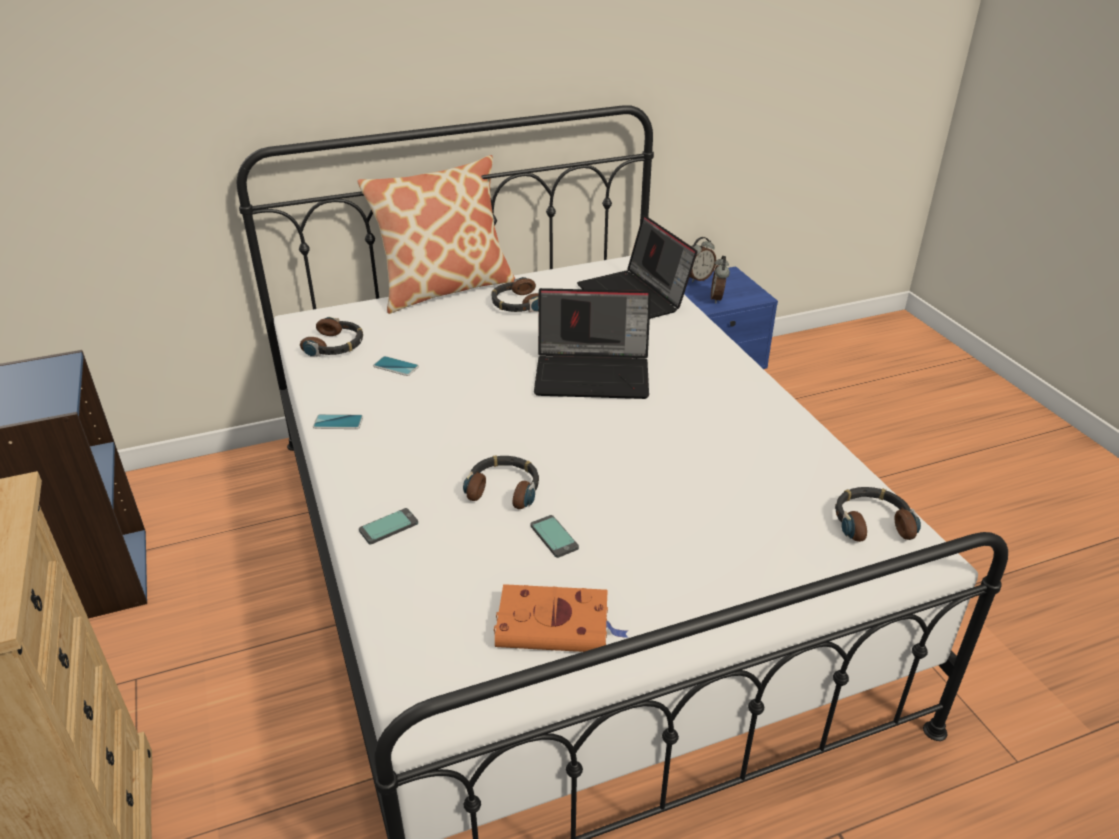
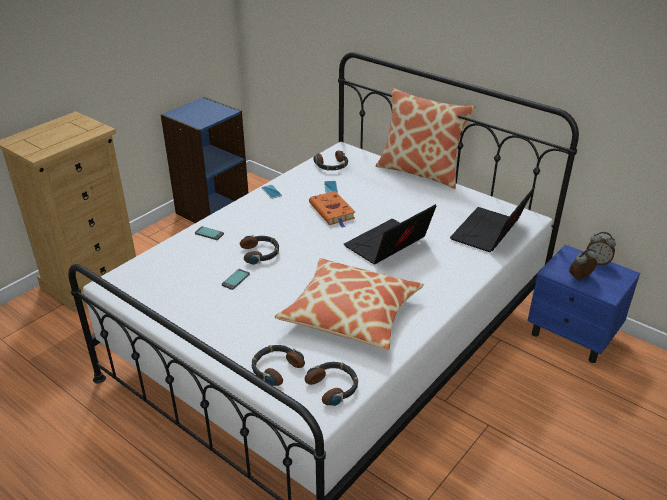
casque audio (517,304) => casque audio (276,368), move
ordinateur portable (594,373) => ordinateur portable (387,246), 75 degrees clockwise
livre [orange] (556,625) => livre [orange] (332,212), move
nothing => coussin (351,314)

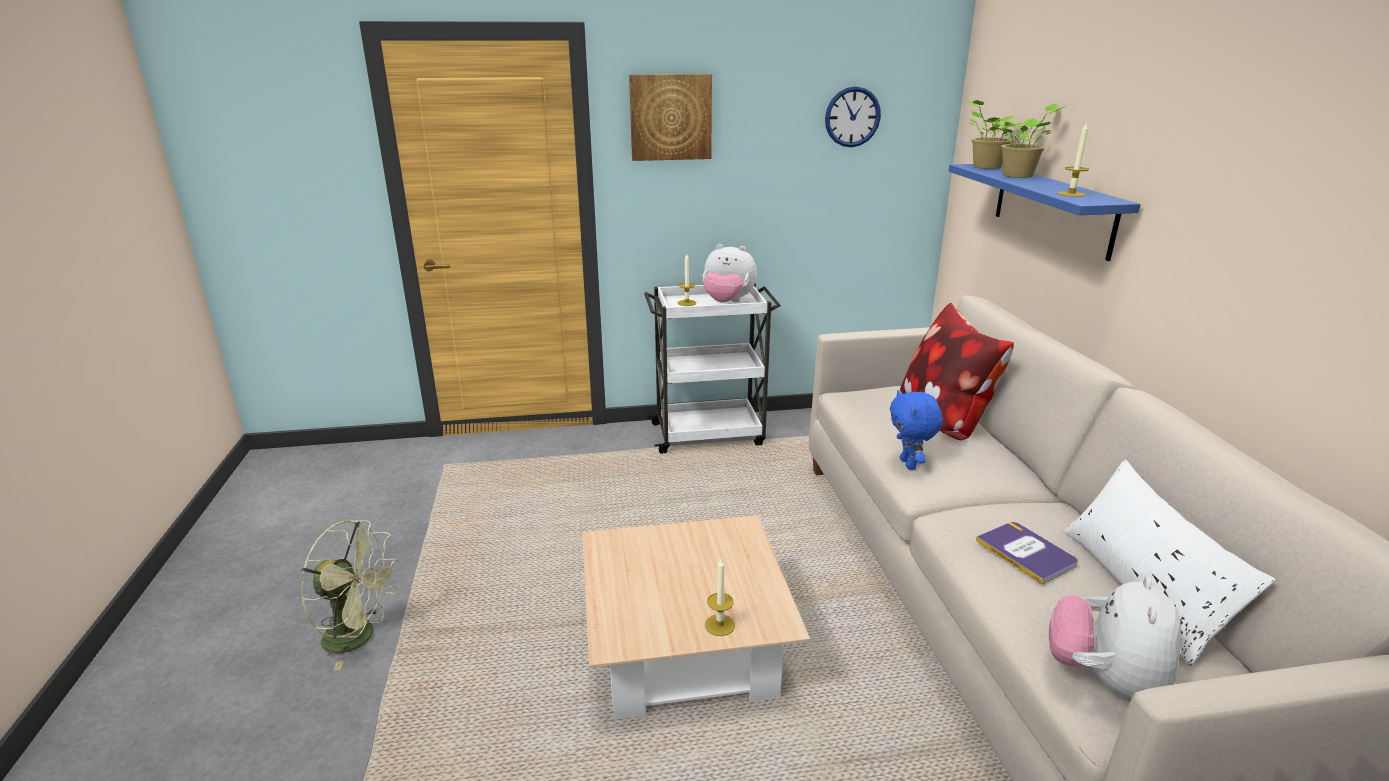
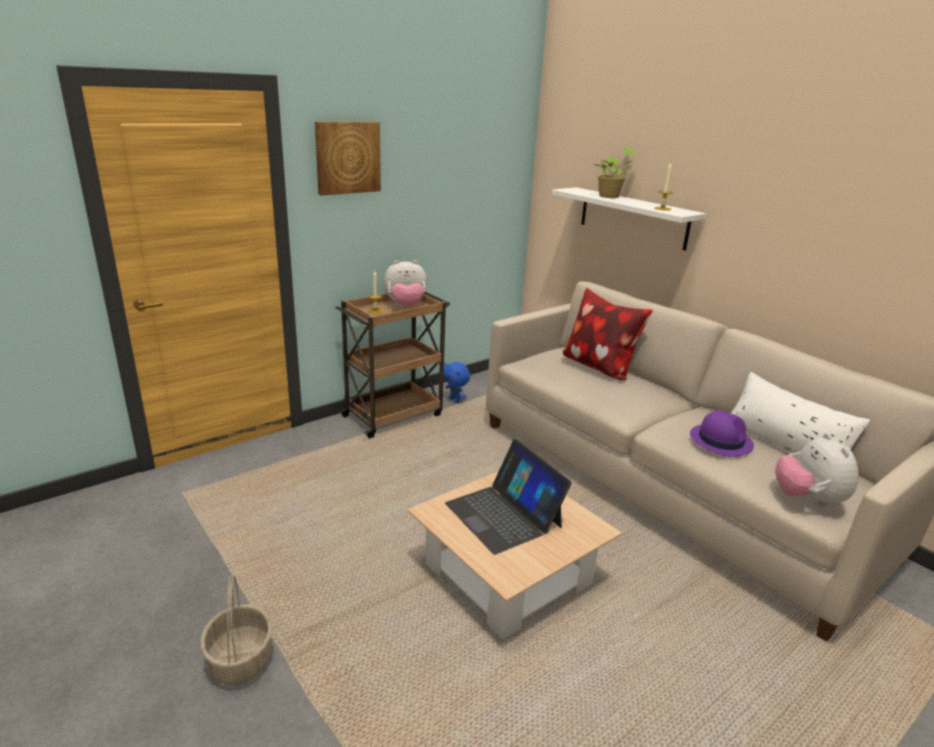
horloge murale (852,117) => nothing
plante en pot (984,167) => nothing
étagère [bleu] (1052,208) => étagère [blanc] (633,217)
chariot [blanc] (709,434) => chariot [marron] (394,415)
peluche [bleu] (909,464) => peluche [bleu] (455,400), move
ventilateur [vert] (360,637) => panier (240,660)
livre (1026,552) => chapeau [violet] (720,440)
bougie (719,625) => nothing
nothing => ordinateur portable (504,514)

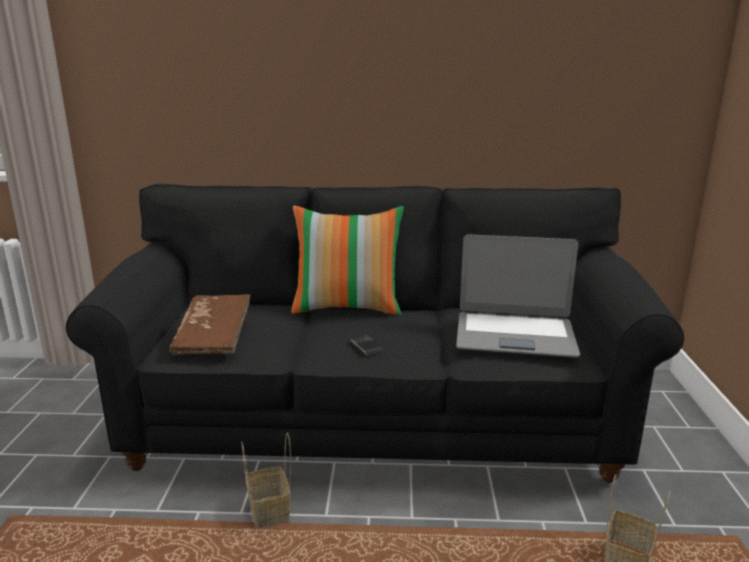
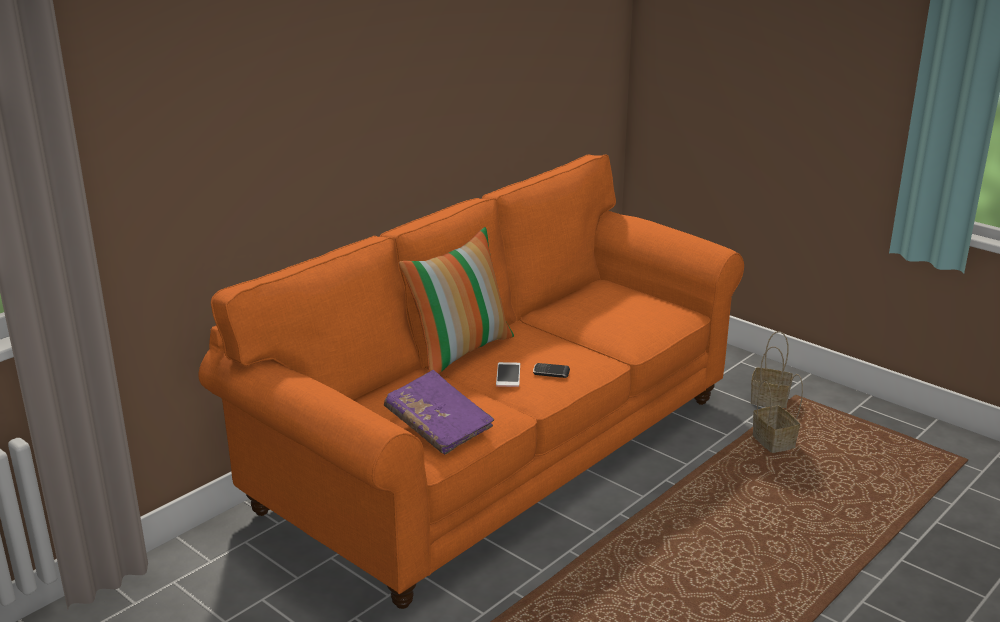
canapé [noir] (374,419) => canapé [orange] (499,454)
ordinateur portable (514,335) => nothing
livre [marron] (214,338) => livre [violet] (438,426)
panier (271,512) => panier (770,400), move
nothing => téléphone (508,375)

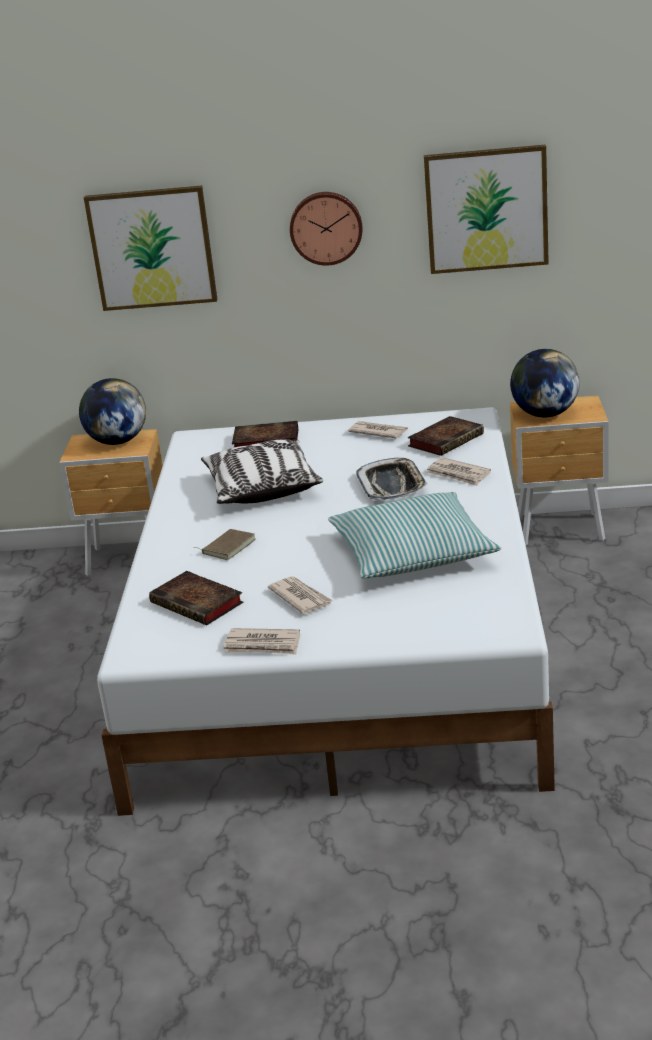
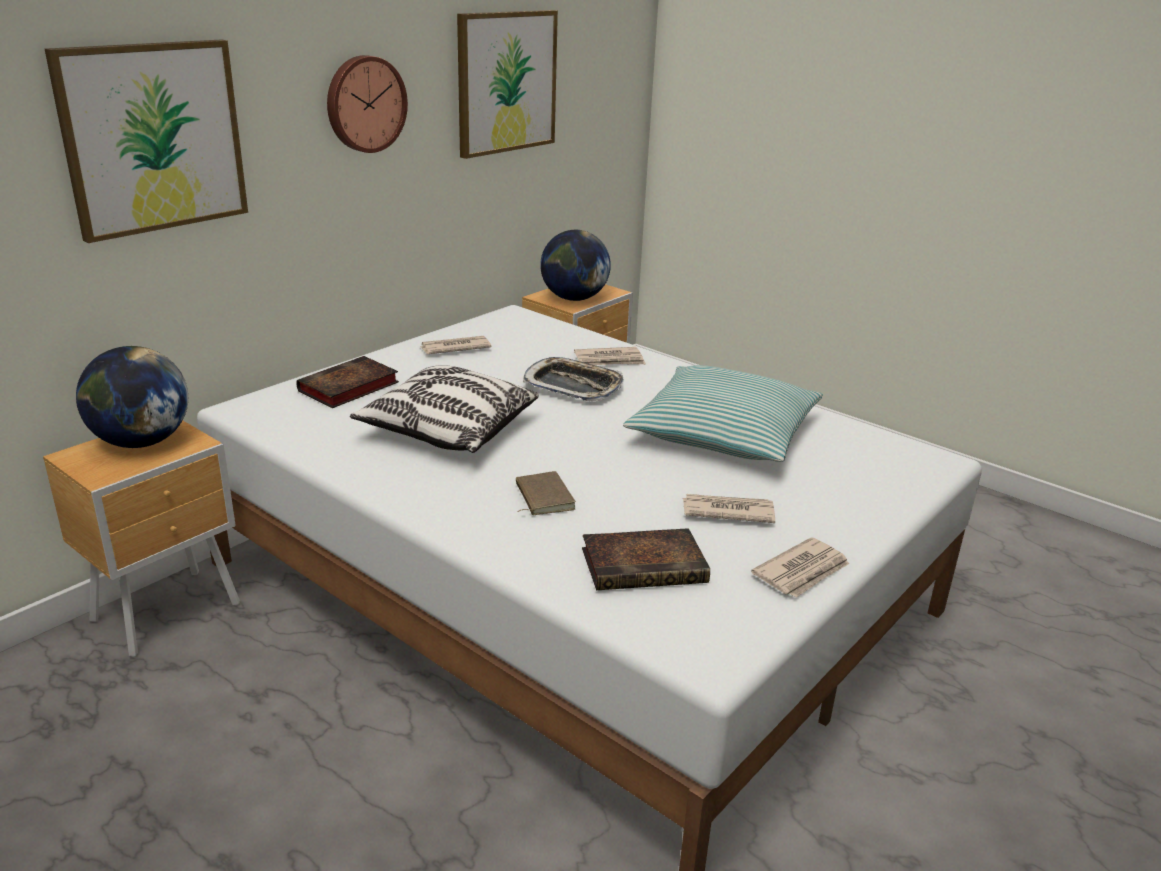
livre (446,440) => nothing

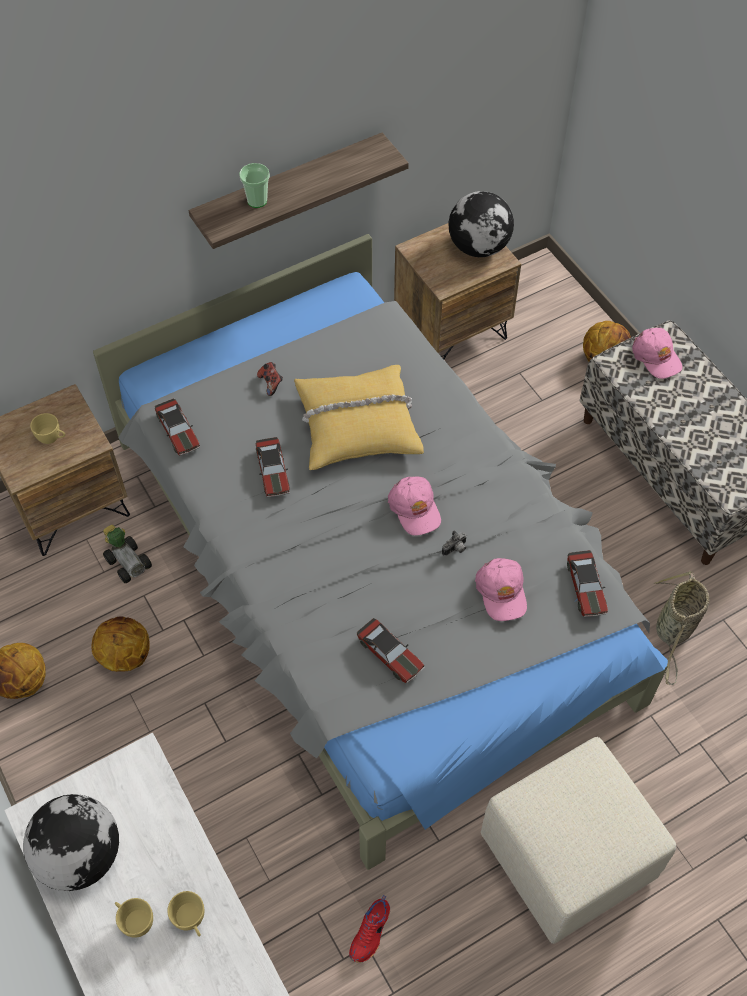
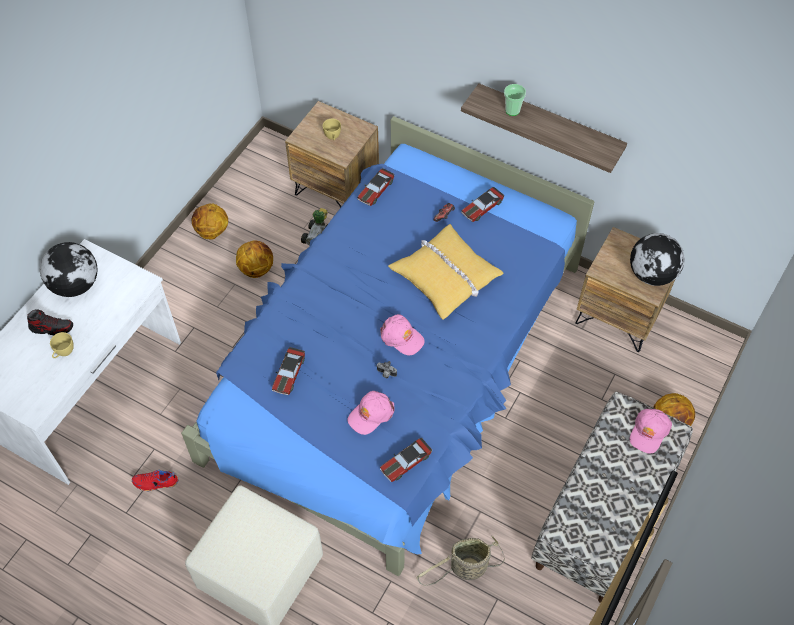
lit [gris] (371,570) => lit [bleu] (394,363)
petite voiture (273,472) => petite voiture (482,208), move
casquette [rose] (415,508) => casquette [rose] (401,337), 90 degrees counterclockwise
tasse [jaune] (135,921) => chaussure (52,328)

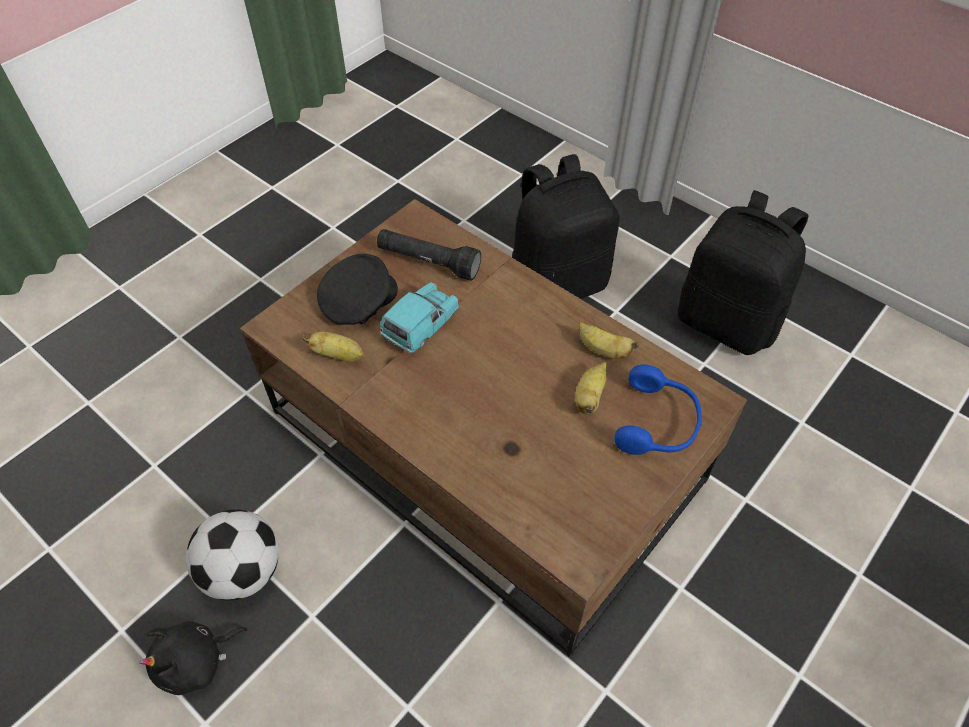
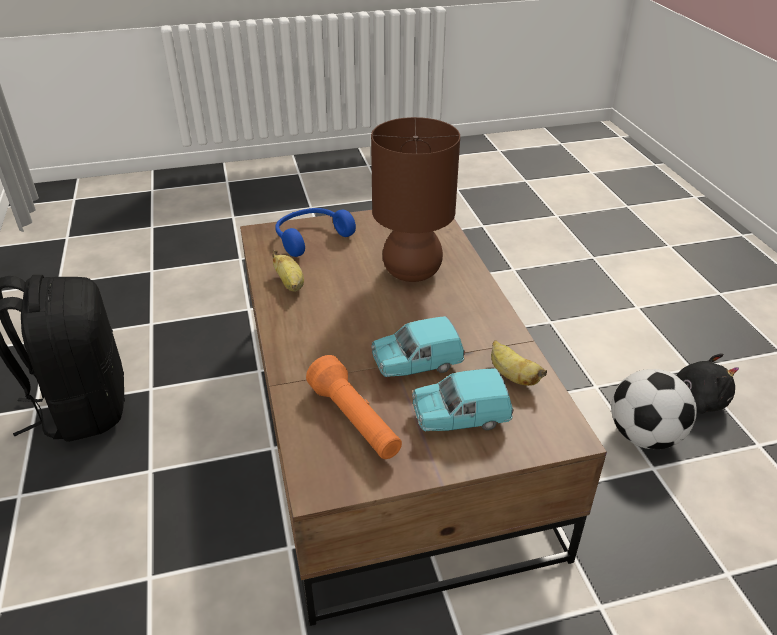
sac à dos [noir] (557,283) => nothing
lampe de poche [noir] (428,262) => lampe de poche [orange] (355,421)
casquette [noir] (358,300) => petite voiture [turquoise] (460,418)
banane (589,397) => nothing
nothing => lampe de table [marron] (412,272)

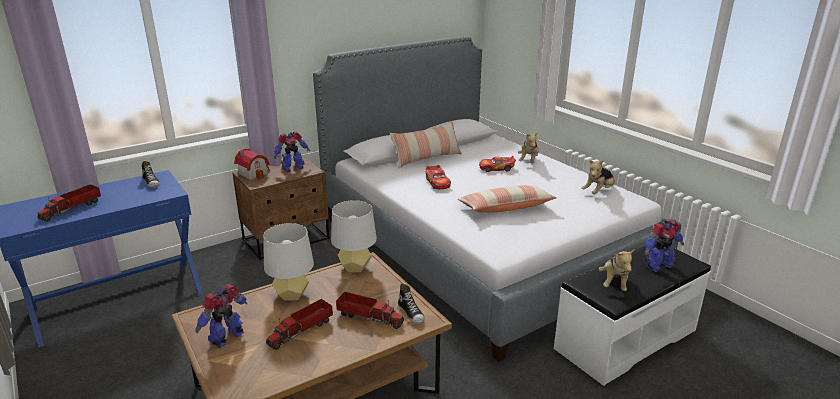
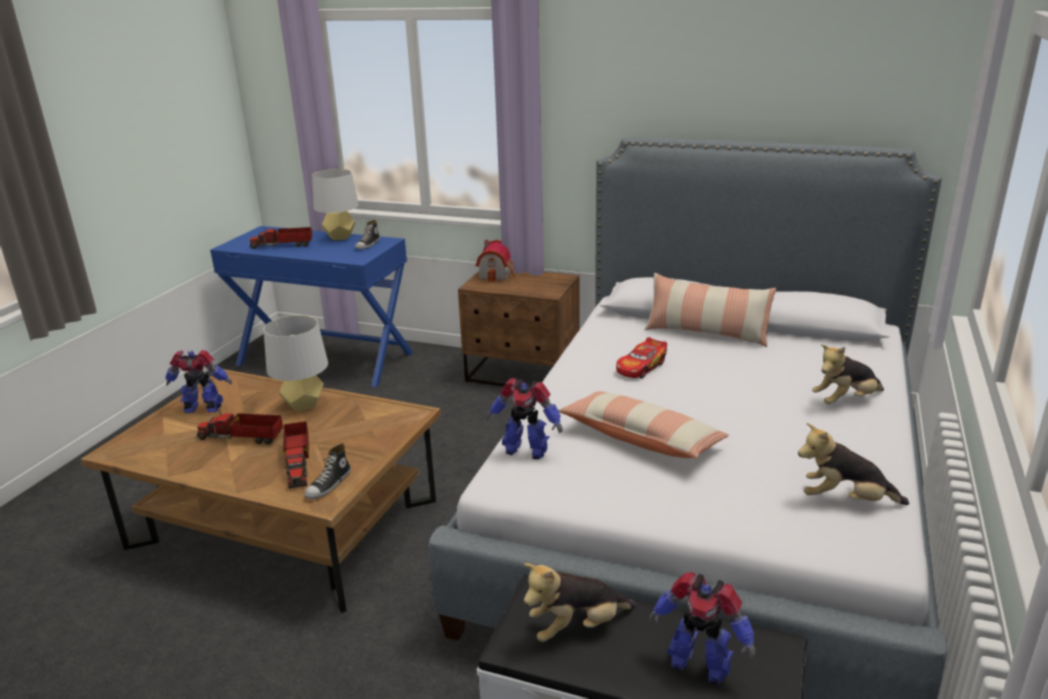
robot jouet (292,168) => robot jouet (526,449), move
petite voiture (497,168) => nothing
lampe de table [gris] (355,267) => lampe de table [gris] (340,237), move

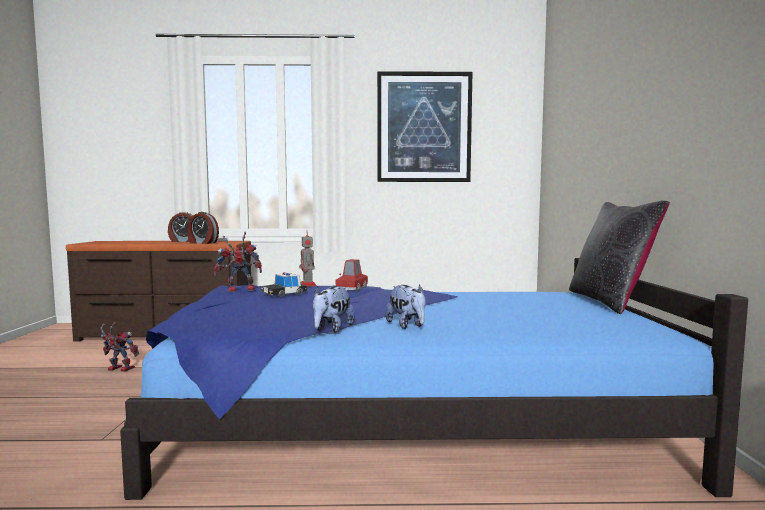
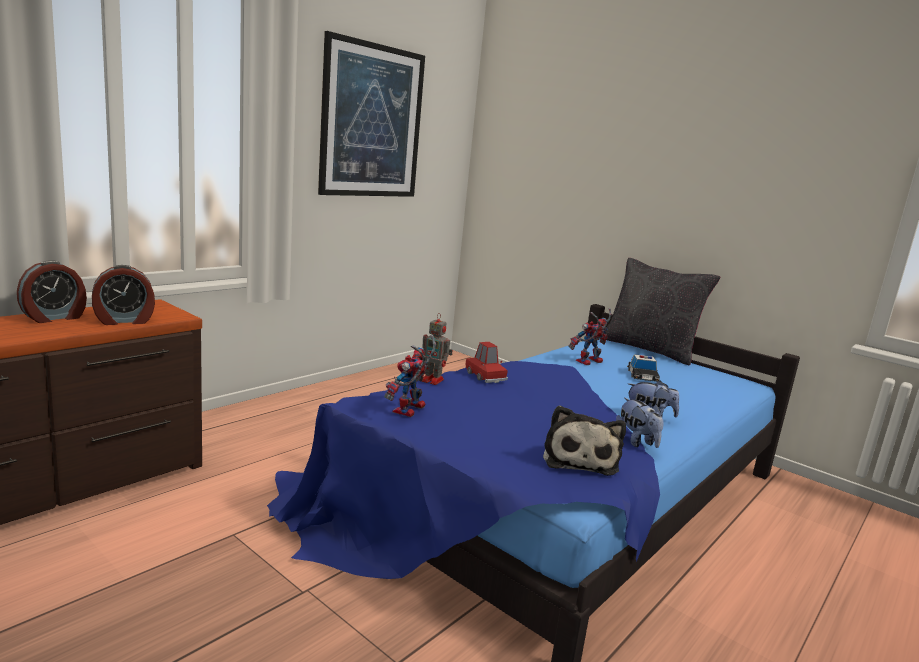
petite voiture (284,293) => petite voiture (642,376), move
robot jouet (118,369) => robot jouet (588,362), move
nothing => peluche (579,458)

